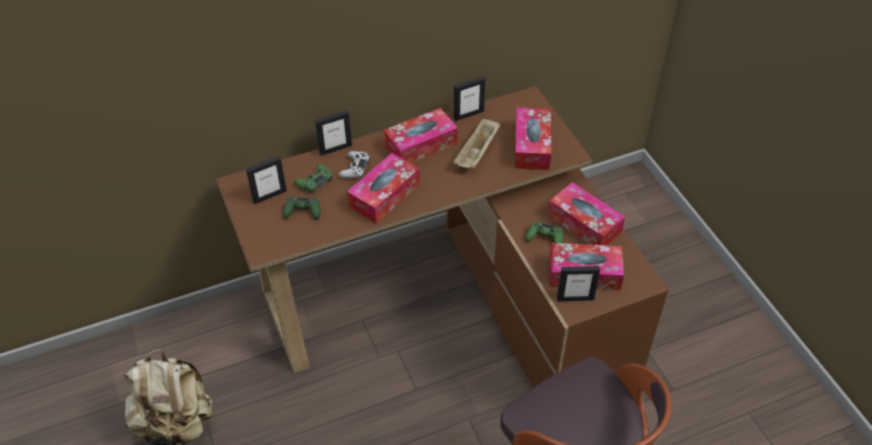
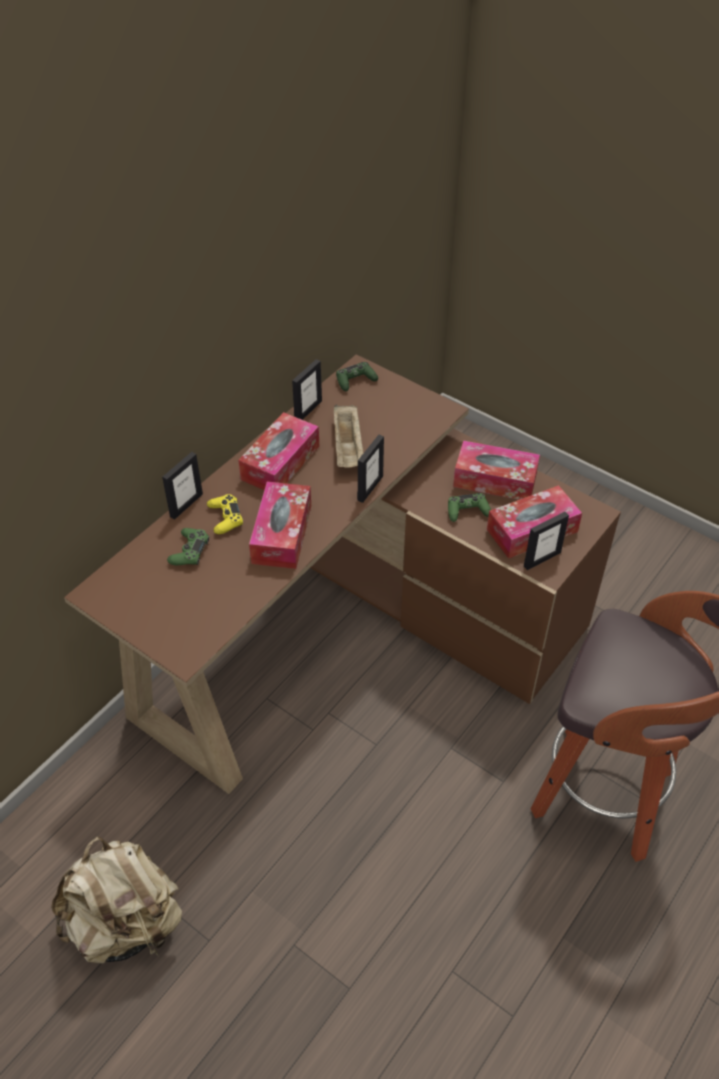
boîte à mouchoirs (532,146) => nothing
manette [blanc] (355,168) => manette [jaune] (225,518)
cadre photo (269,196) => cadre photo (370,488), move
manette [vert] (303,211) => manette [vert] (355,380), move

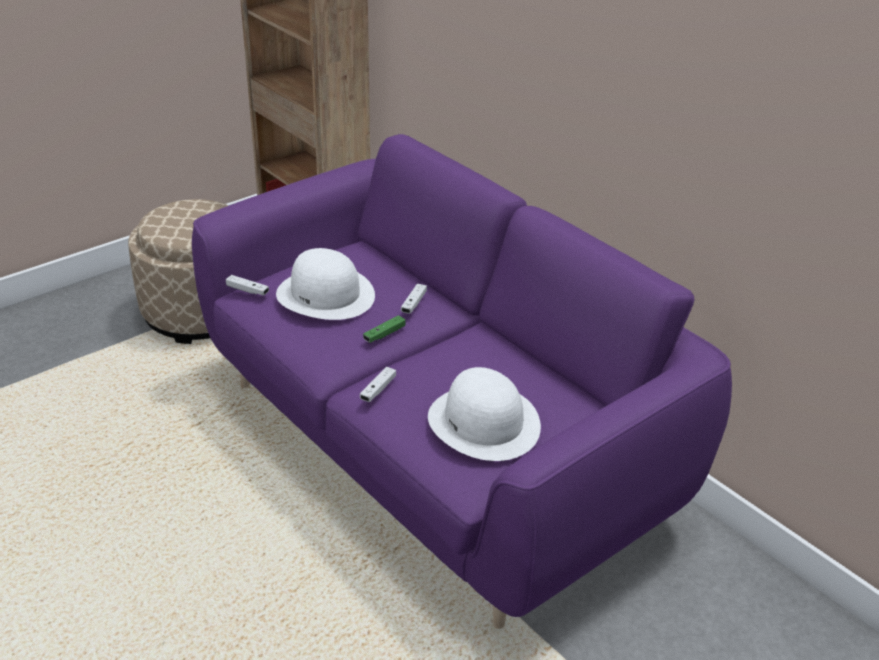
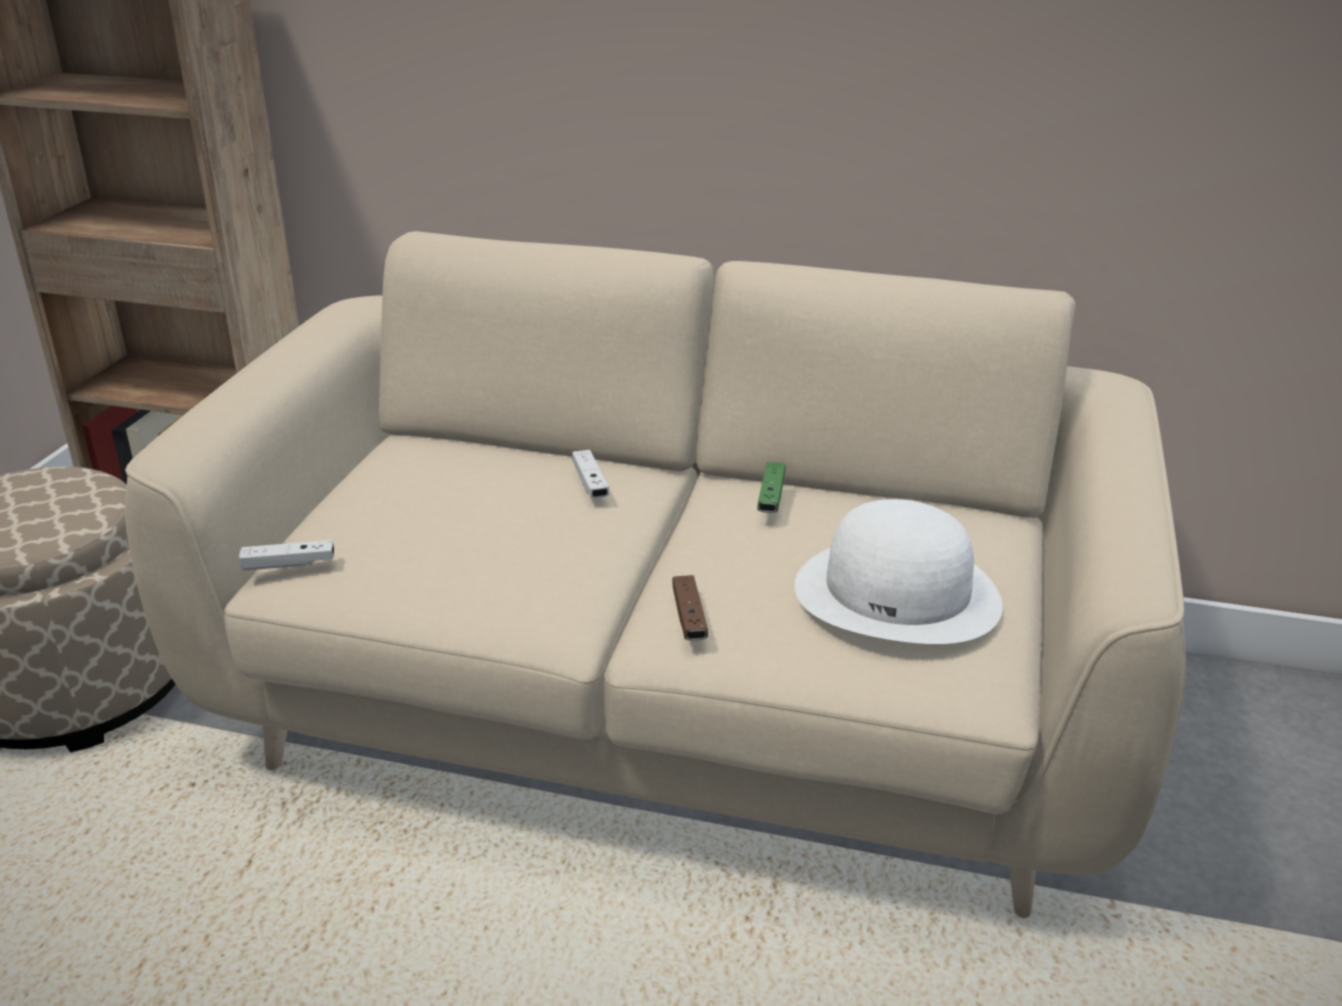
canapé [violet] (436,447) => canapé [beige] (669,715)
chapeau [blanc] (326,294) => nothing
manette [vert] (384,334) => manette [vert] (771,497), move
manette [blanc] (378,389) => manette [marron] (689,618)

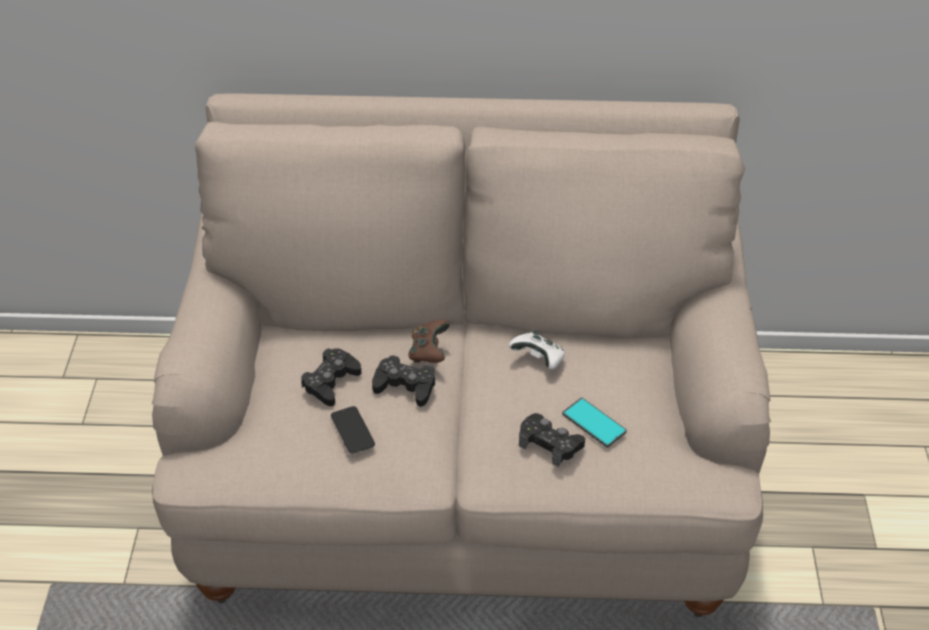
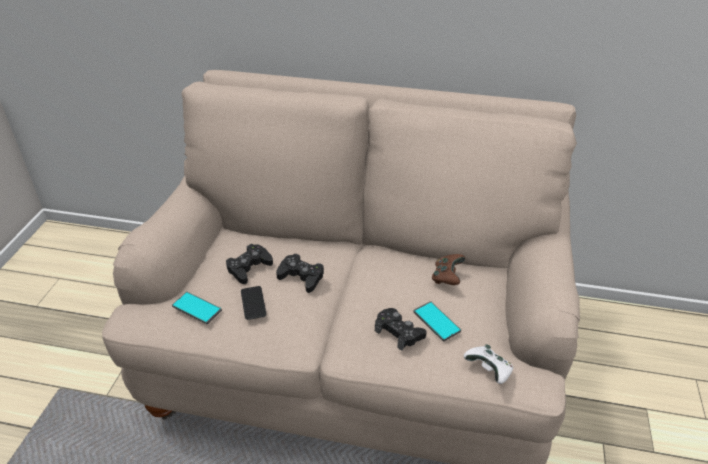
manette [marron] (429,352) => manette [marron] (447,277), move
manette [blanc] (539,359) => manette [blanc] (489,371), move
nothing => téléphone (197,308)

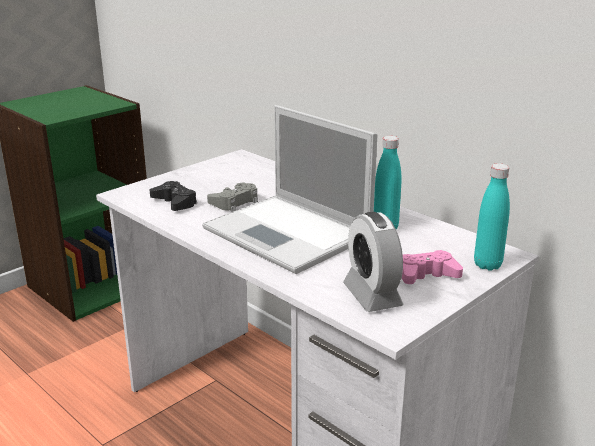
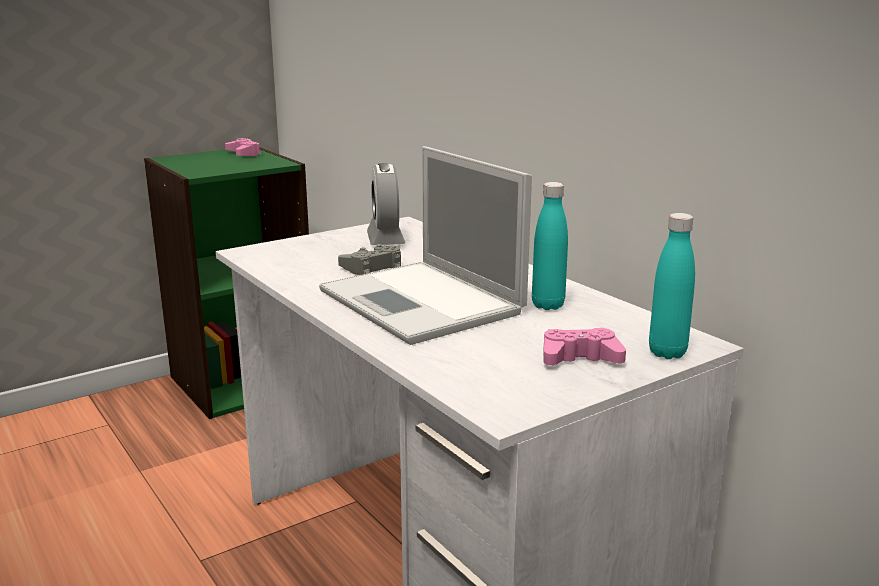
manette [noir] (175,202) => nothing
réveil (372,295) => réveil (385,239), move
nothing => manette [rose] (243,153)

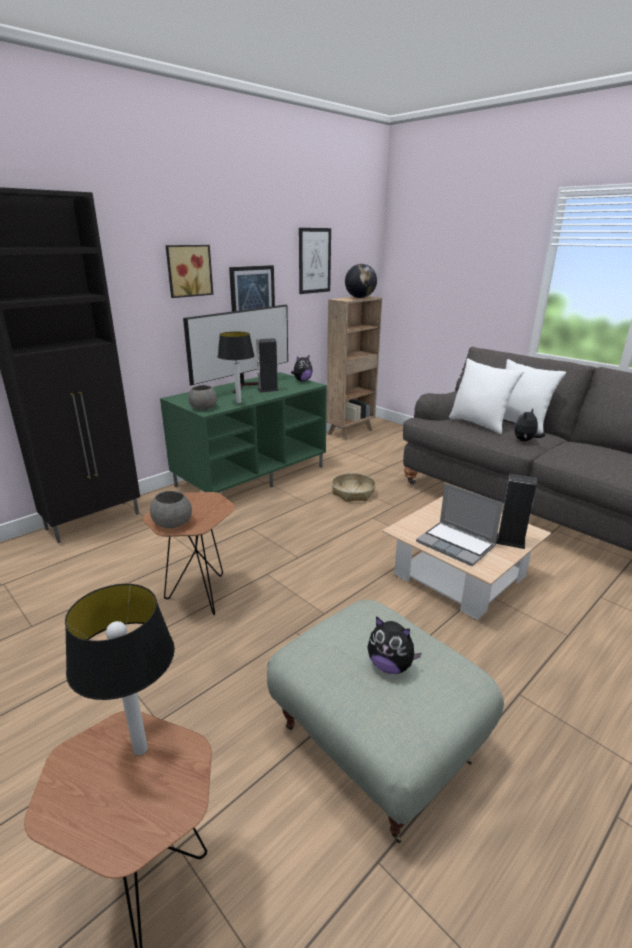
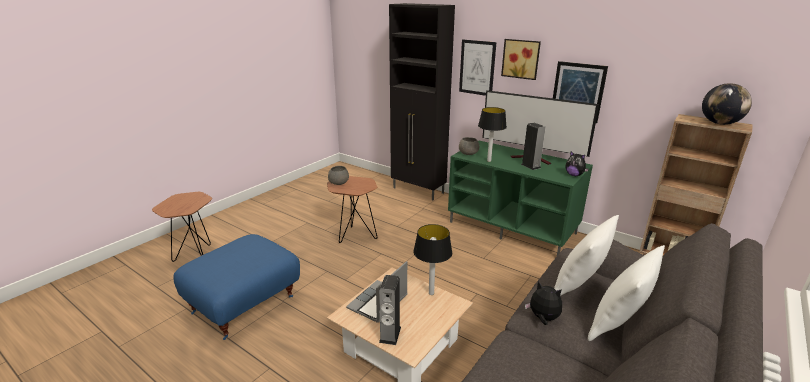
tableau (314,261) => tableau (477,67), move
panier (353,493) => nothing
lampe de table (140,750) => lampe de table (430,293), move
pouf [gris] (378,742) => pouf [bleu] (245,306)
peluche (390,665) => nothing

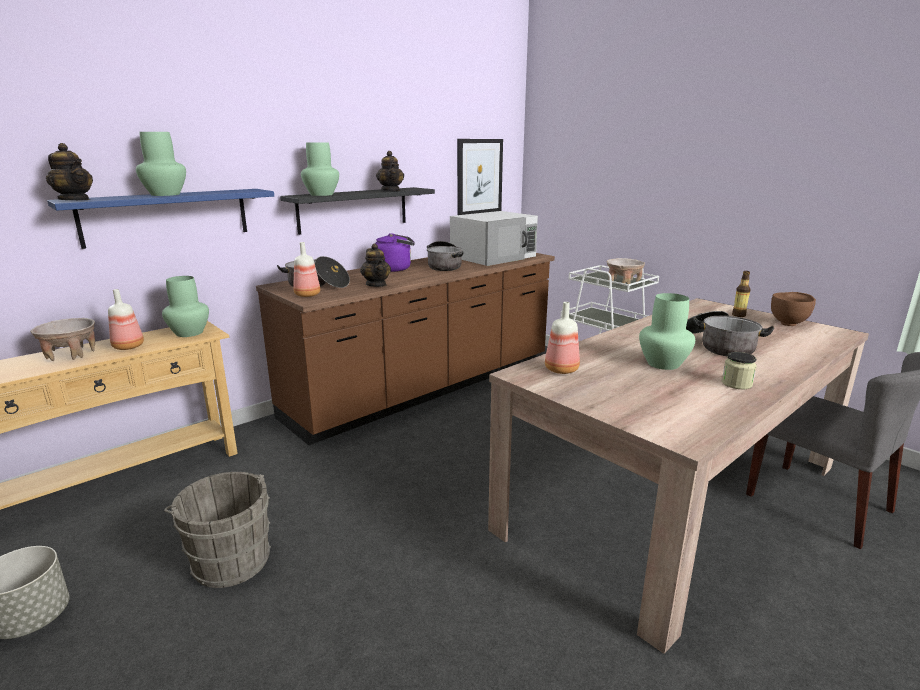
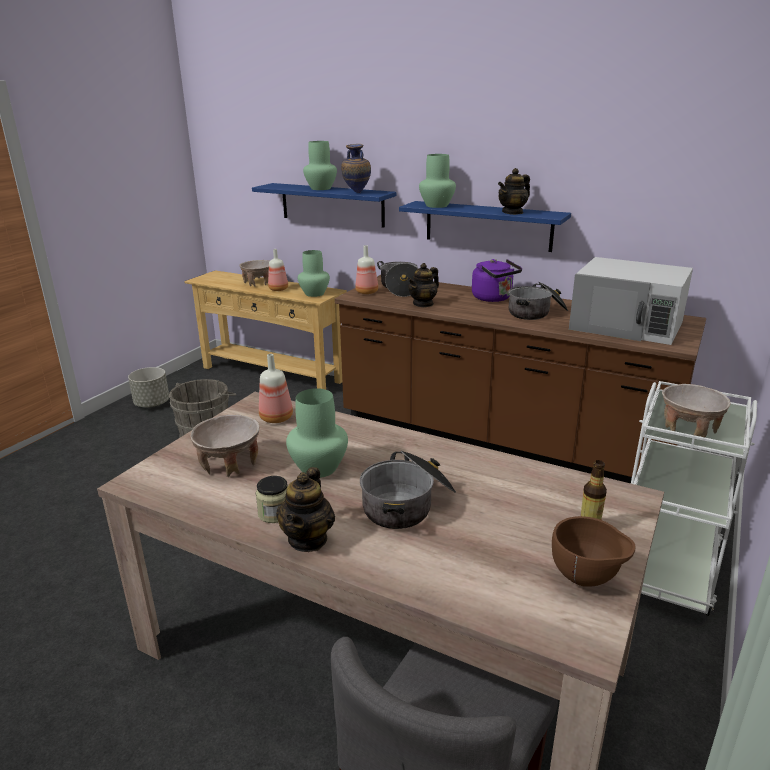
tableau (479,176) => nothing
théière (75,200) => théière (308,539), move
étagère [noir] (353,209) => étagère [bleu] (488,226)
nothing => vase (356,193)
nothing => bol [beige] (229,464)

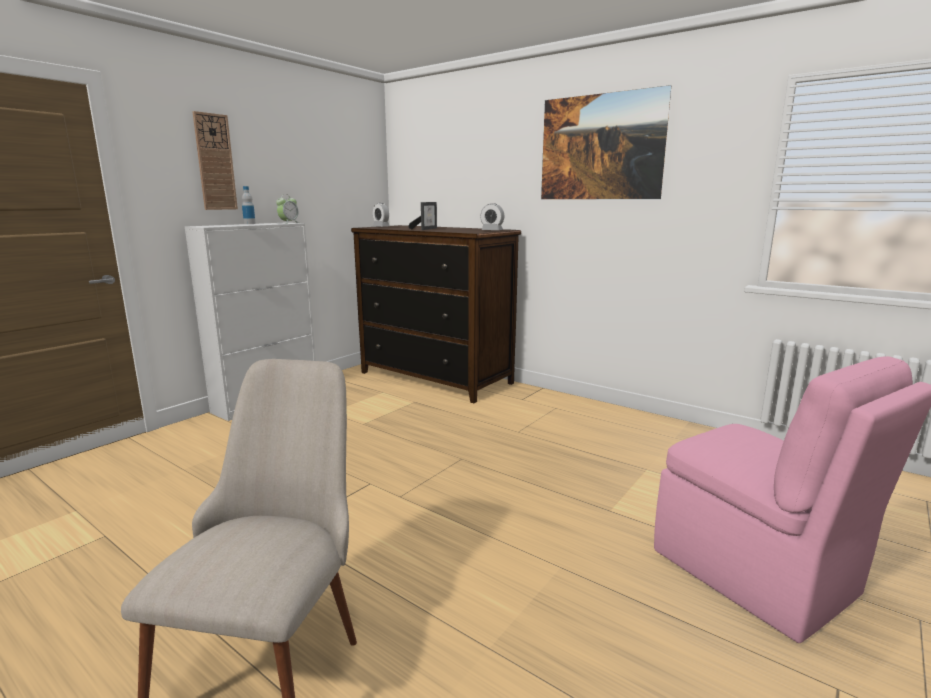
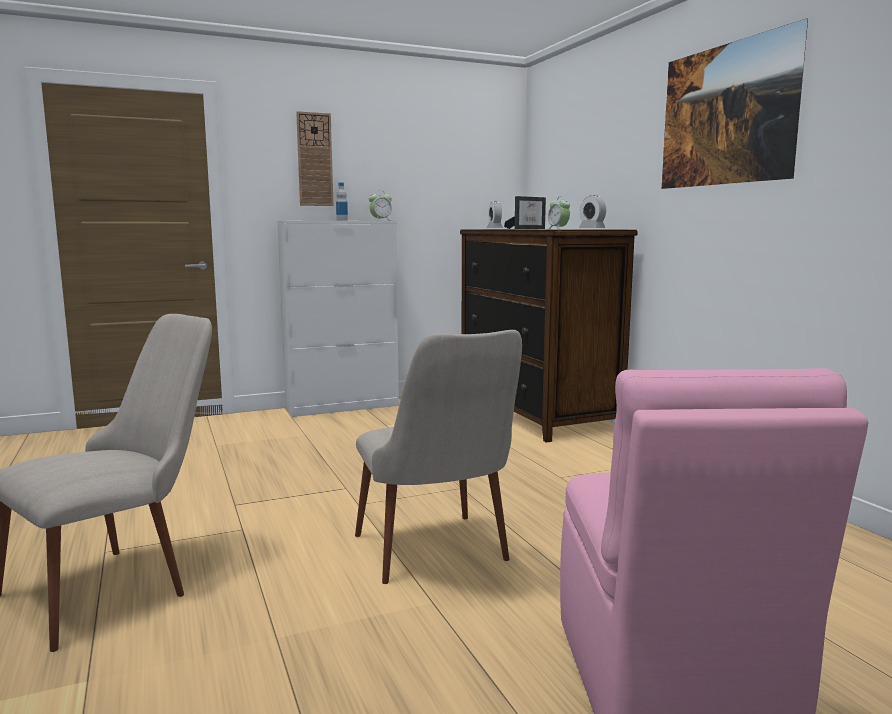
nothing => réveil (558,229)
nothing => chaise [beige] (439,559)

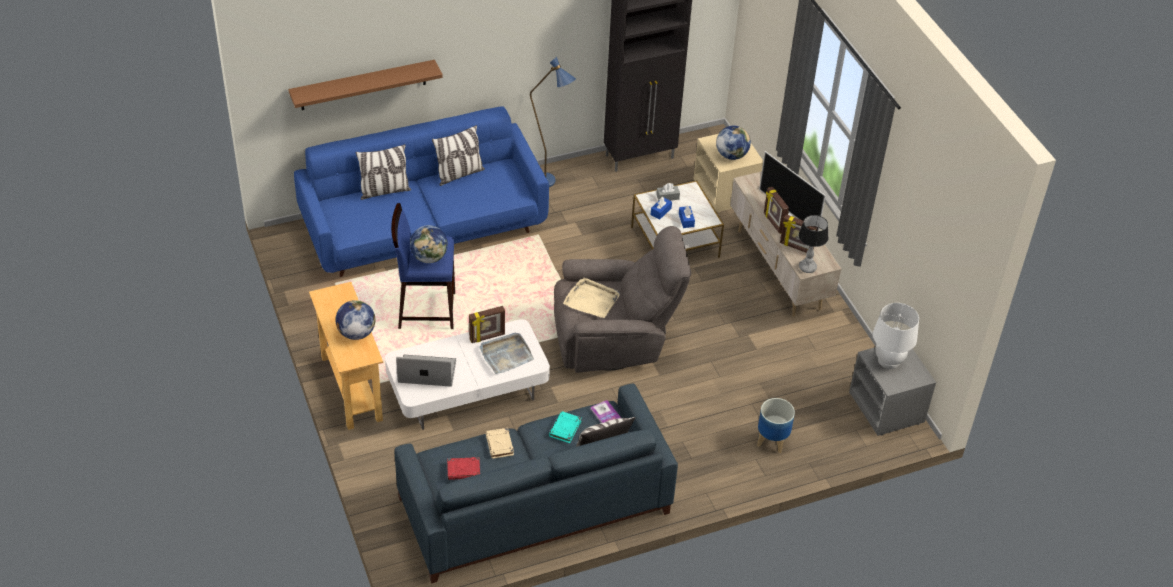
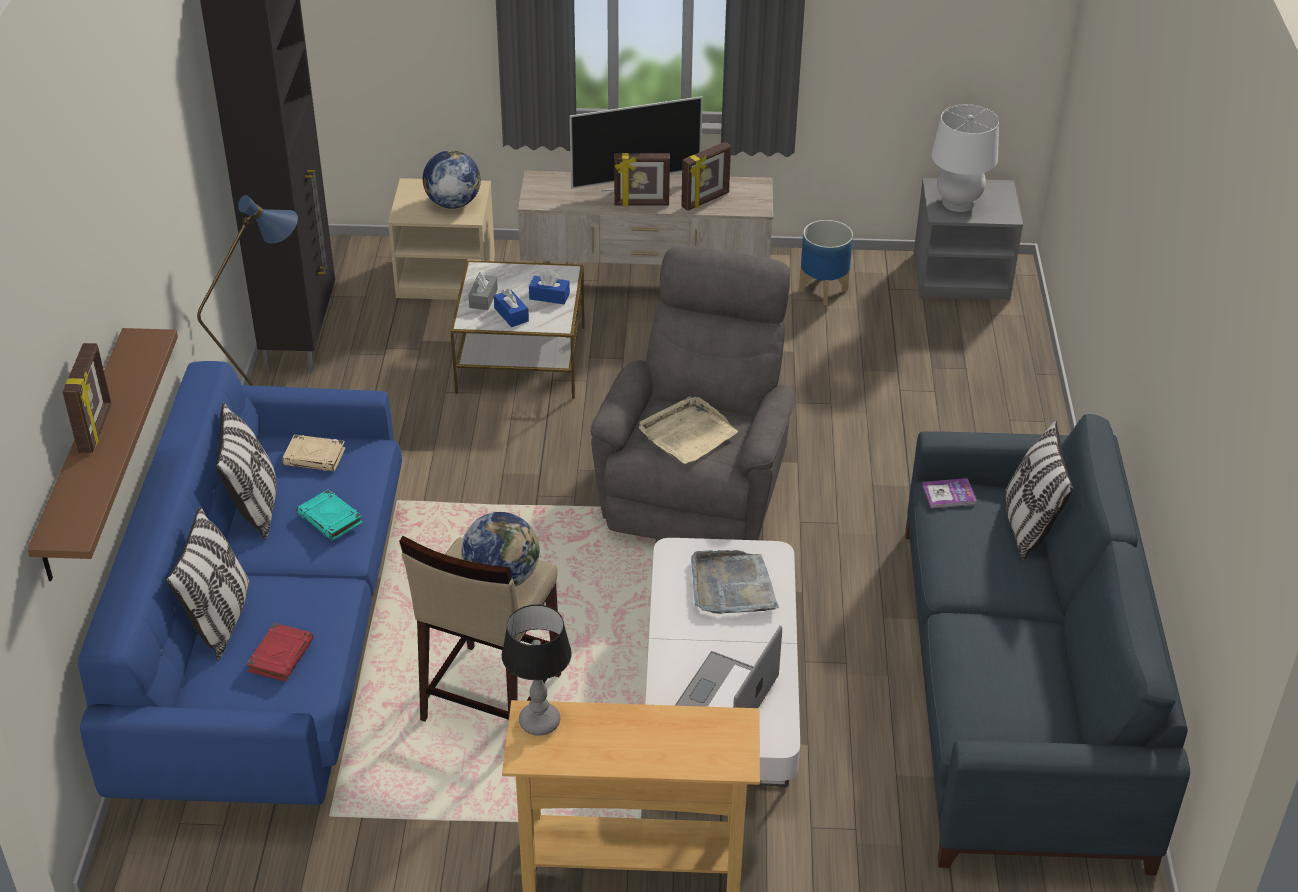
tabouret [bleu] (426,310) => tabouret [beige] (489,698)
lampe de table (807,268) => lampe de table (540,722), move
globe (356,333) => nothing
cadre photo (487,337) => cadre photo (96,429), move
cache-pot (771,441) => cache-pot (822,290), move
livre [turquoise] (565,429) => livre [turquoise] (331,519), move
livre [beige] (500,445) => livre [beige] (315,457), move
livre [rouge] (464,470) => livre [rouge] (281,655), move

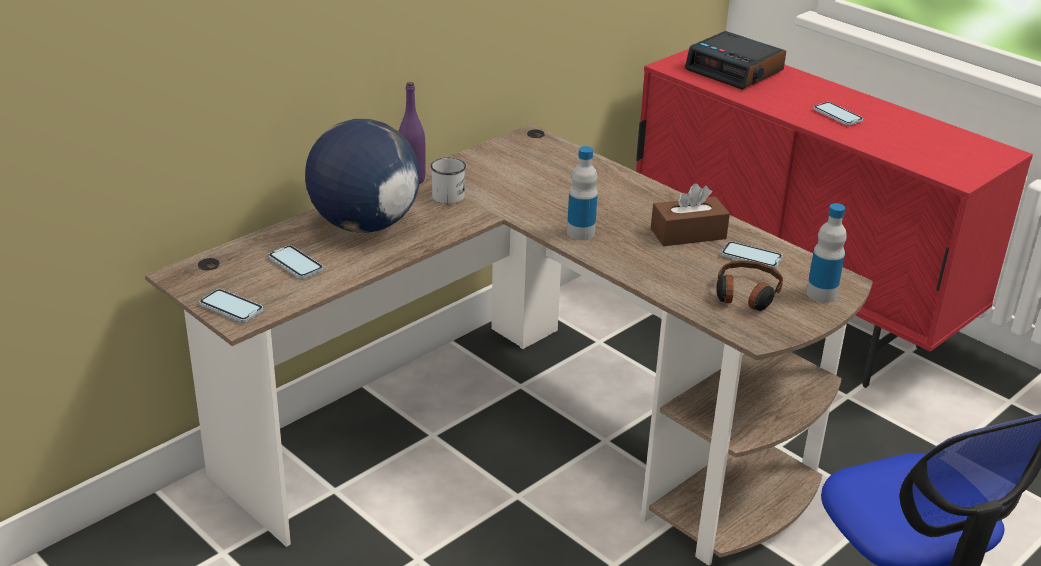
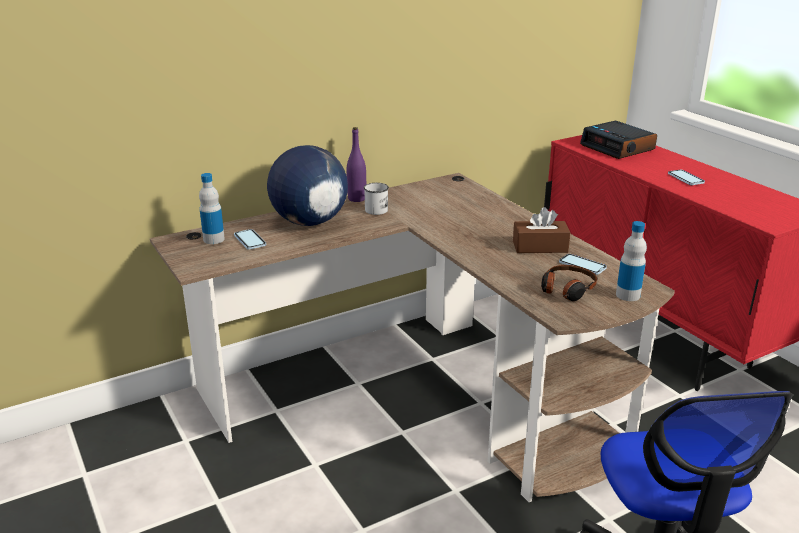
bouteille (580,233) => bouteille (214,239), move
téléphone (231,307) => nothing

